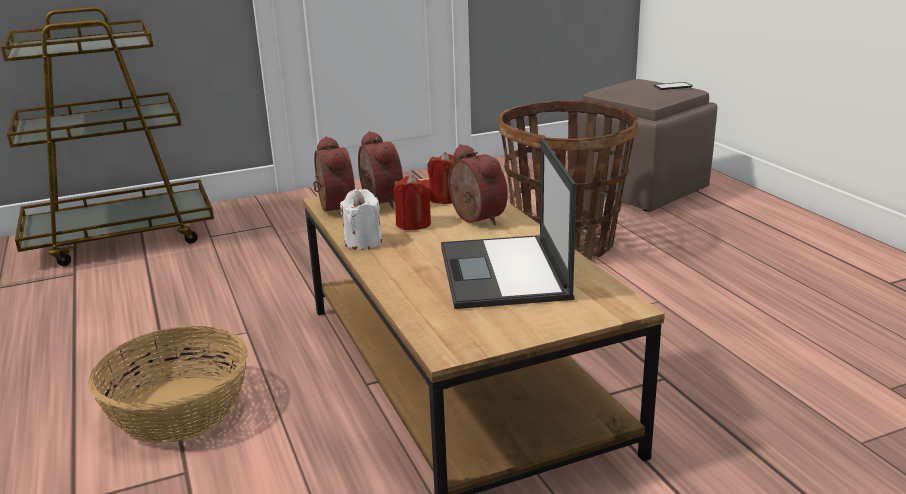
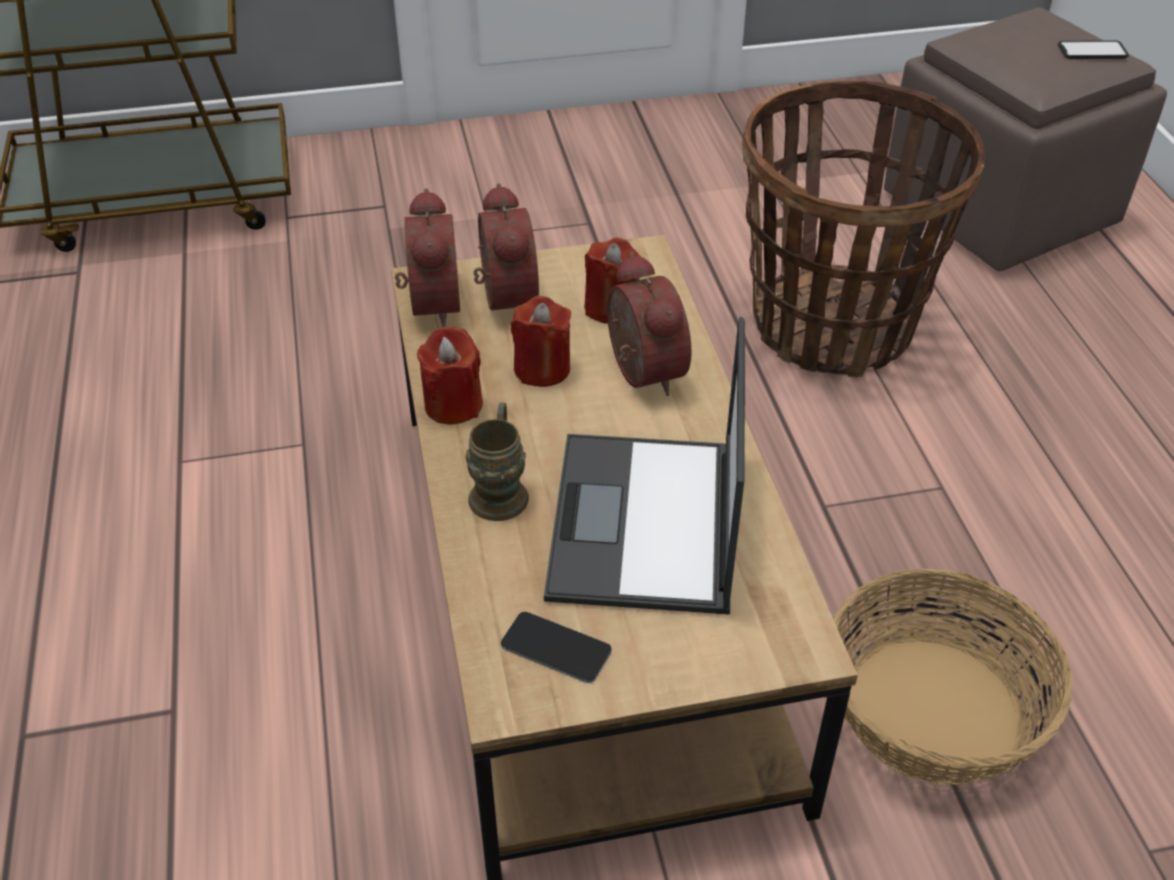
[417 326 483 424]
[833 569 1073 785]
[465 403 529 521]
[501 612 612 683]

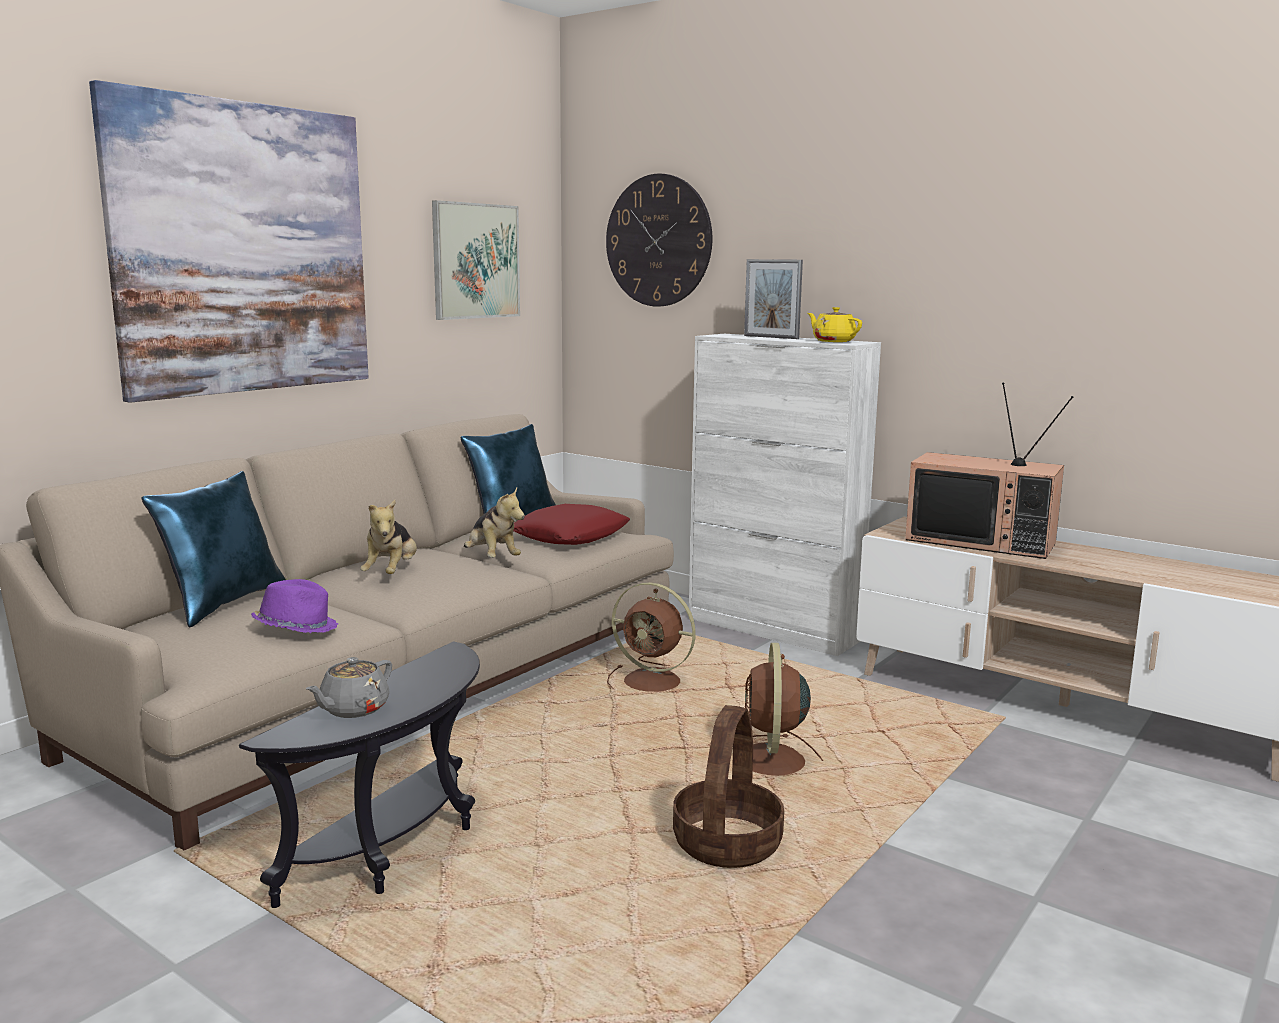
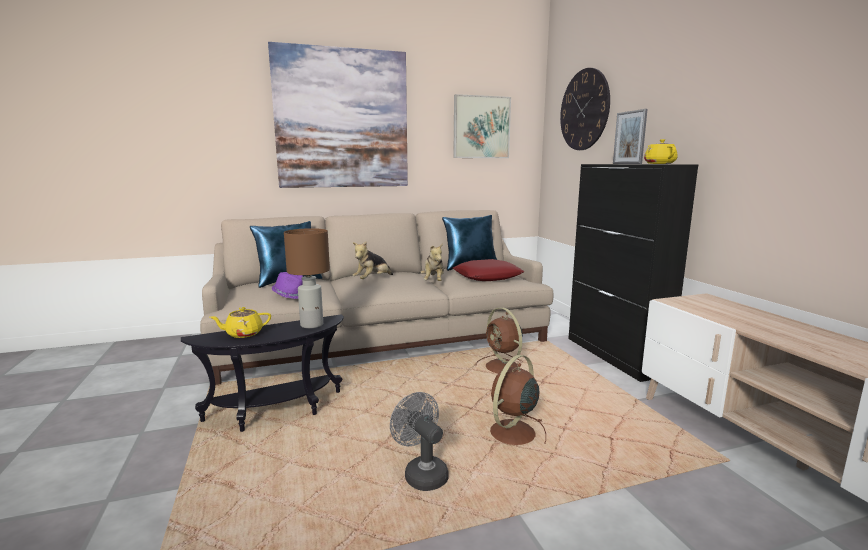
[568 164 698 382]
[905 382 1073 559] (first image)
[210 307 271 338]
[390 392 449 491]
[284 228 330 328]

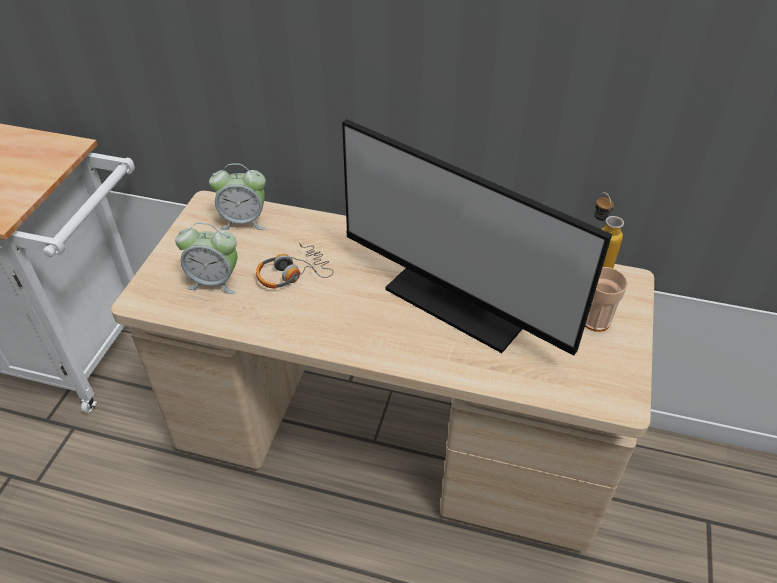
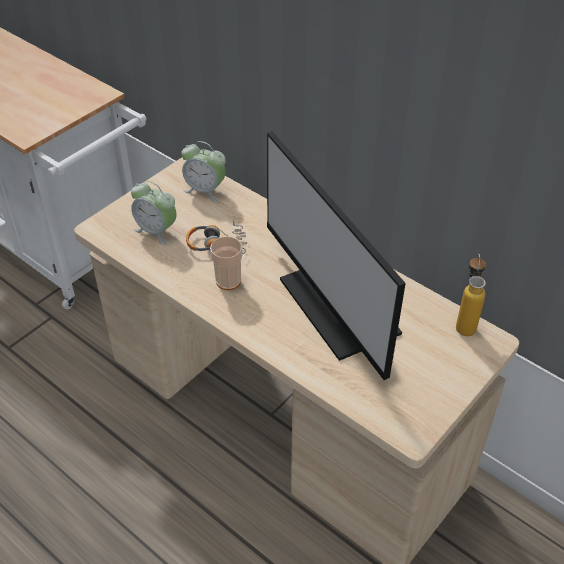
[210 236 242 290]

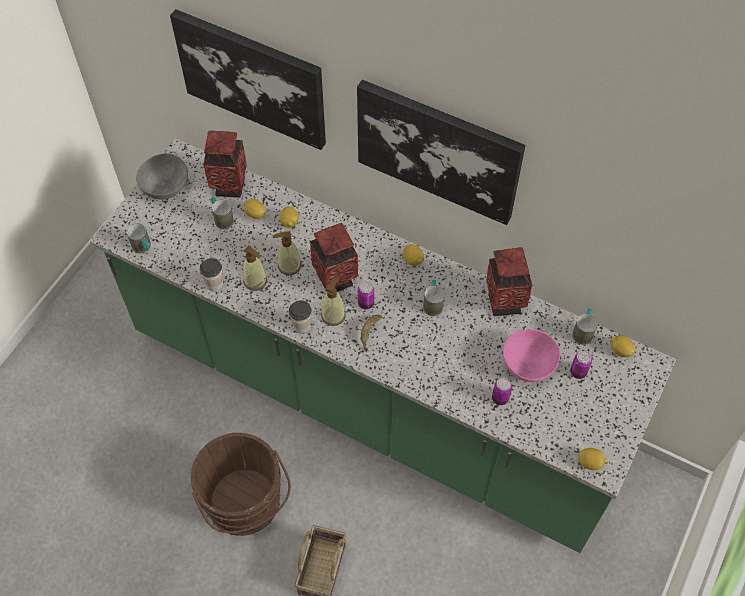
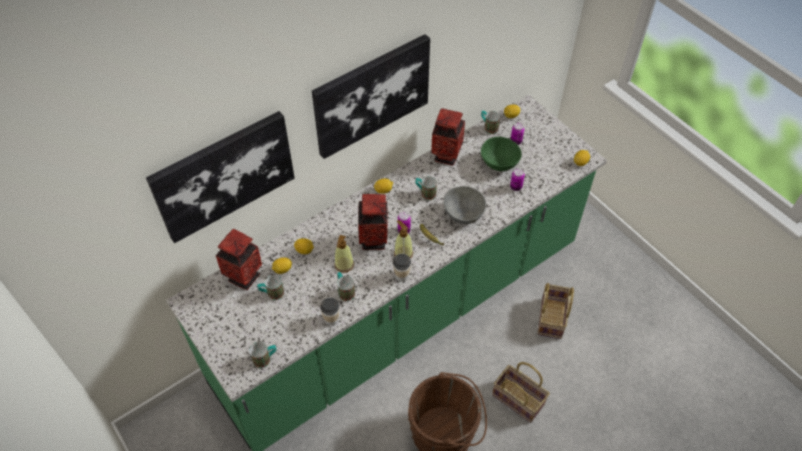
[443 186 486 224]
[337 272 355 301]
[481 137 522 171]
[538 283 574 339]

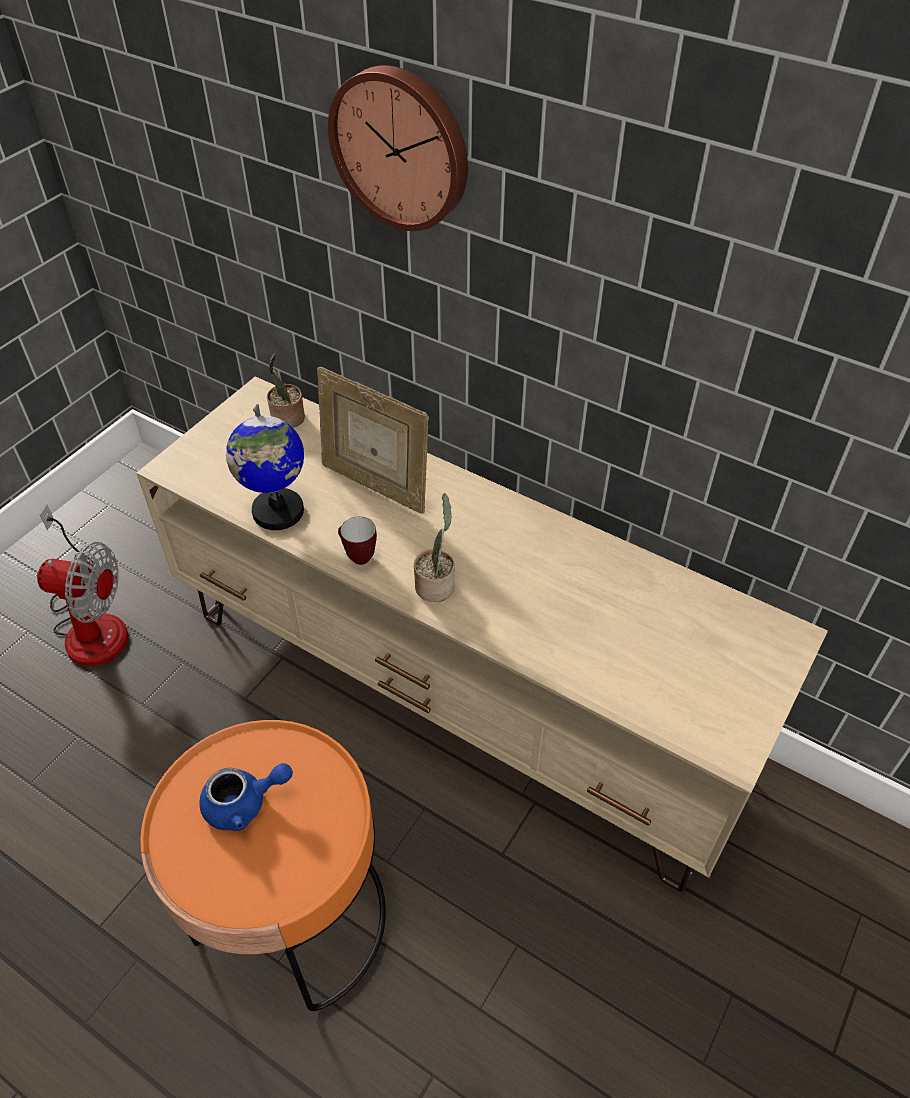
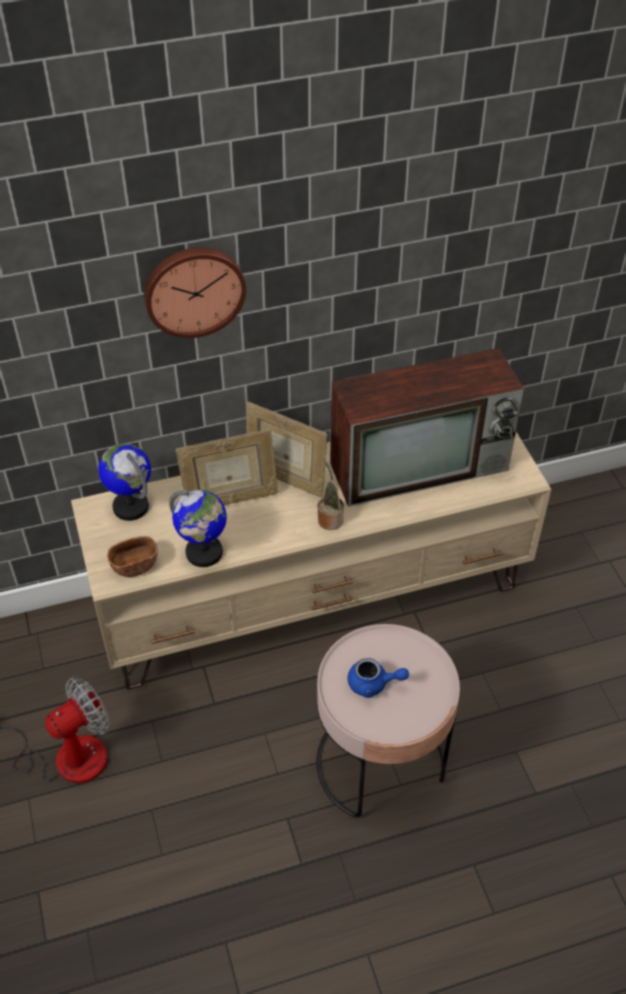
[98 444 151 521]
[338 517 377 565] (first image)
[316 624 460 817]
[347 658 409 698]
[330 348 524 506]
[246 402 328 498]
[107 536 158 577]

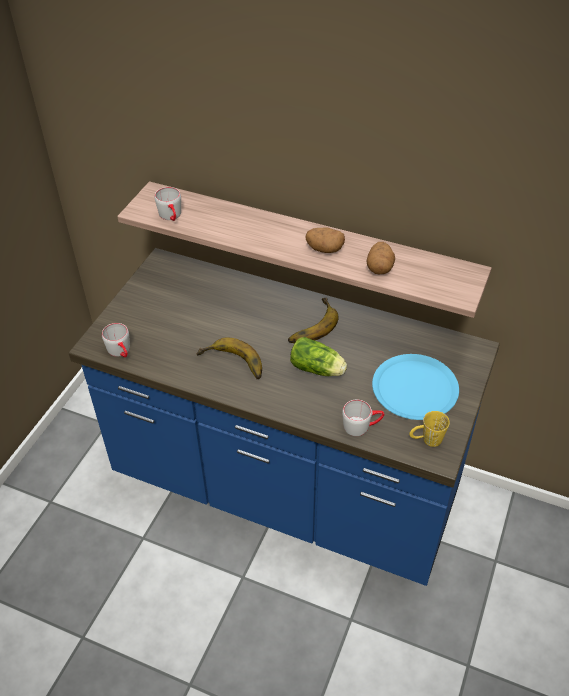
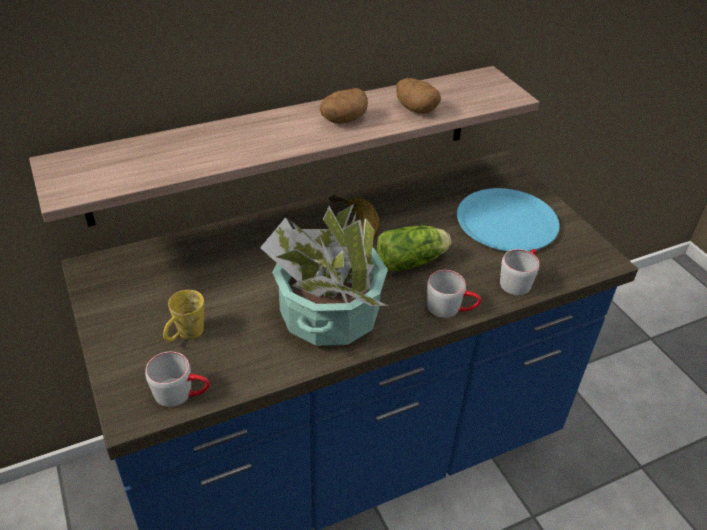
[427 270 481 318]
[260 204 388 346]
[163 290 204 342]

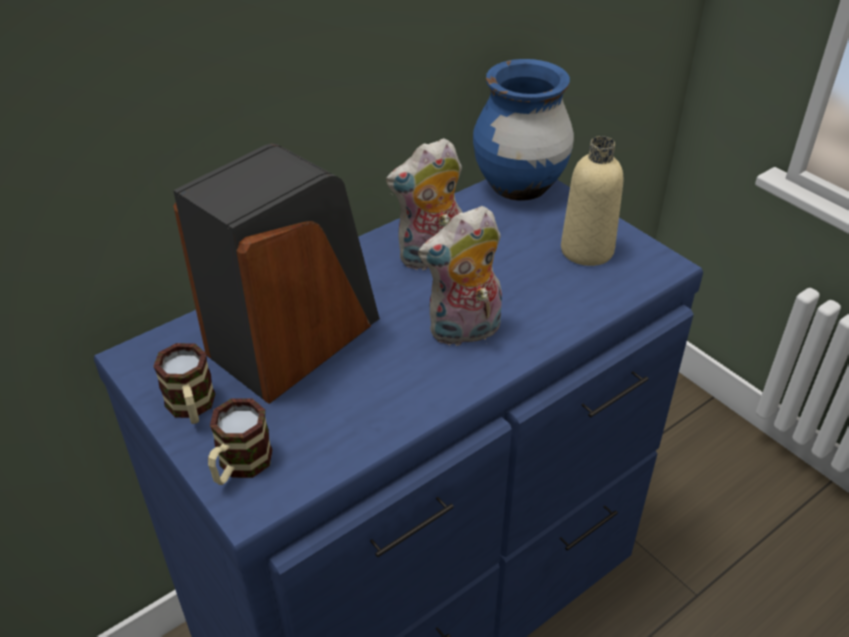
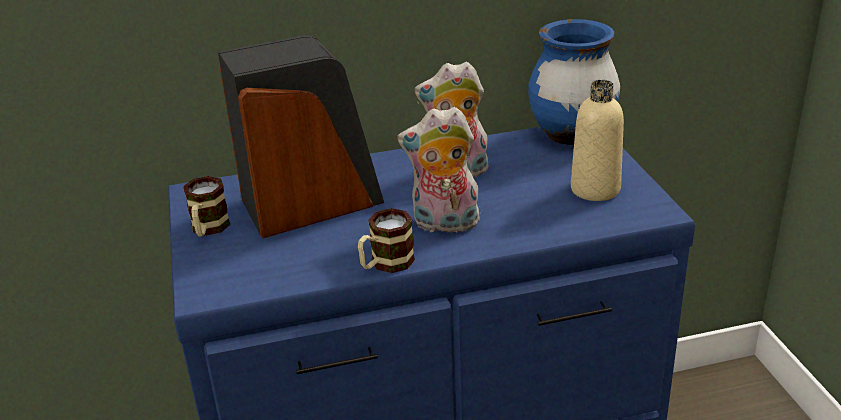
[358 208 415 273]

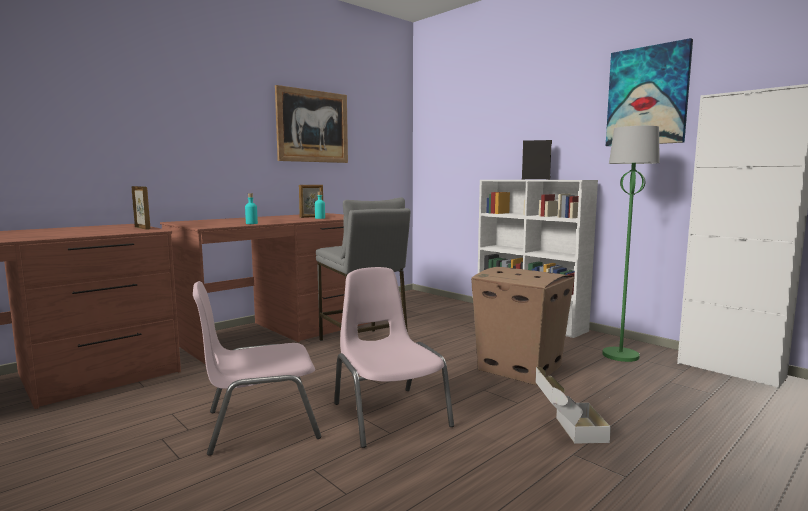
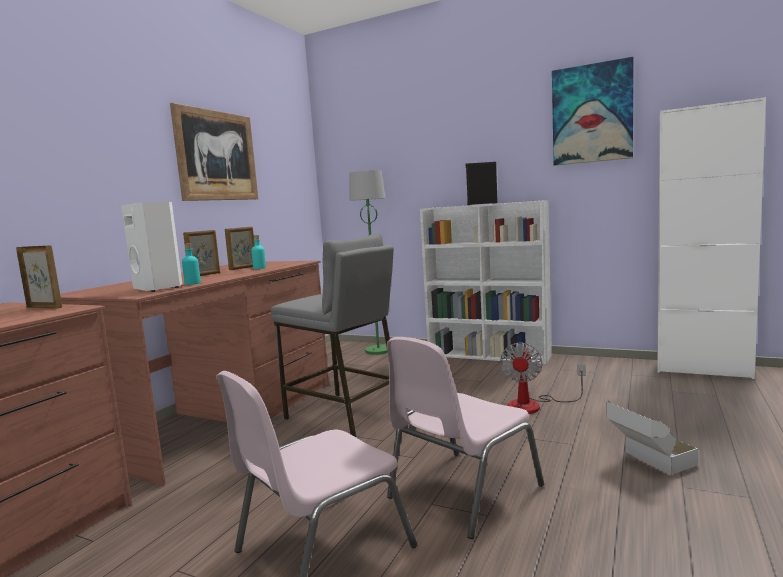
[349 170 388 355]
[387 337 544 539]
[500 342 586 414]
[121 202 182 292]
[183 230 220 276]

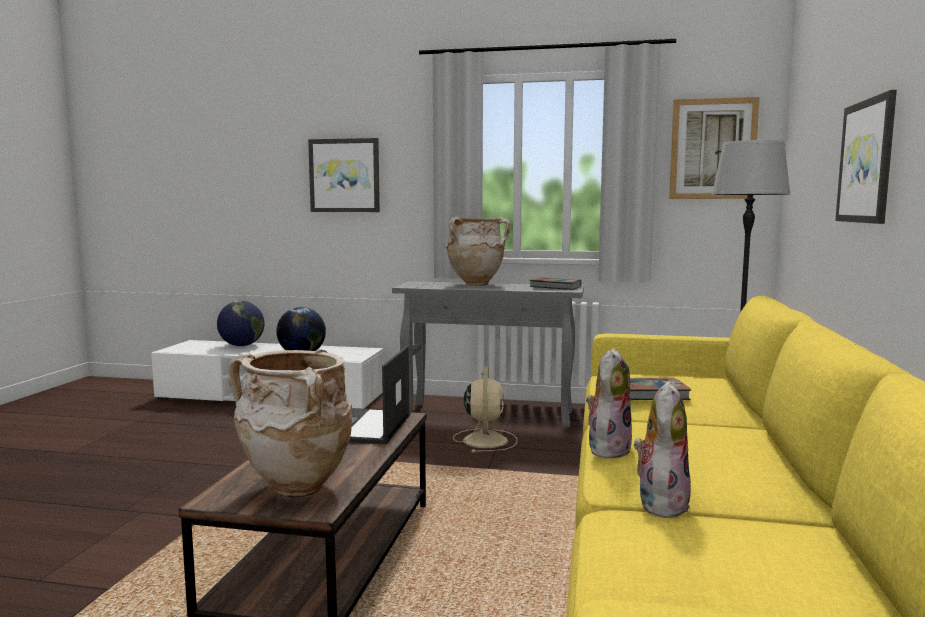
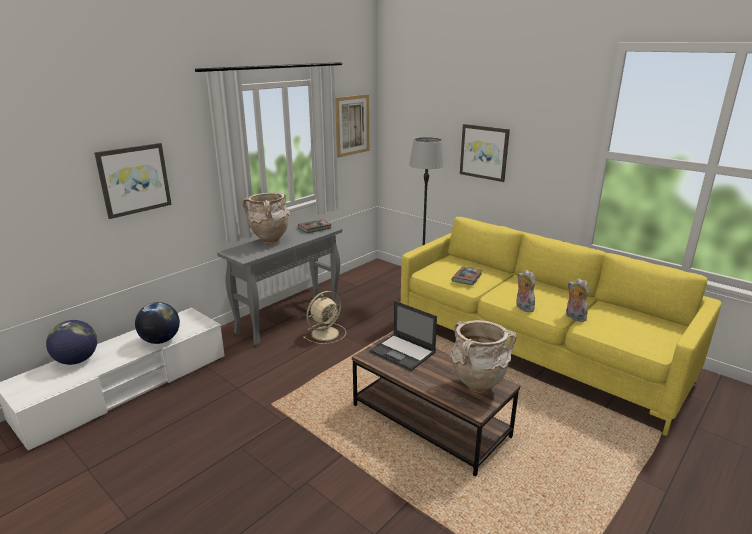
[303 291 346 344]

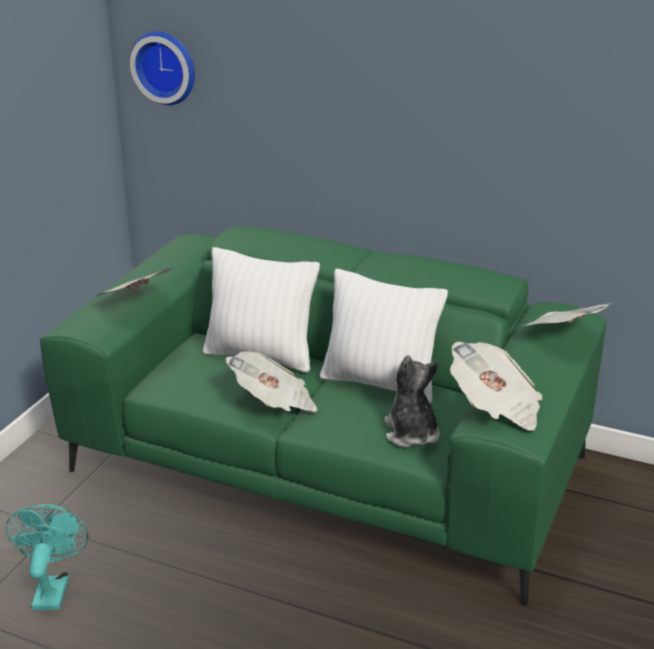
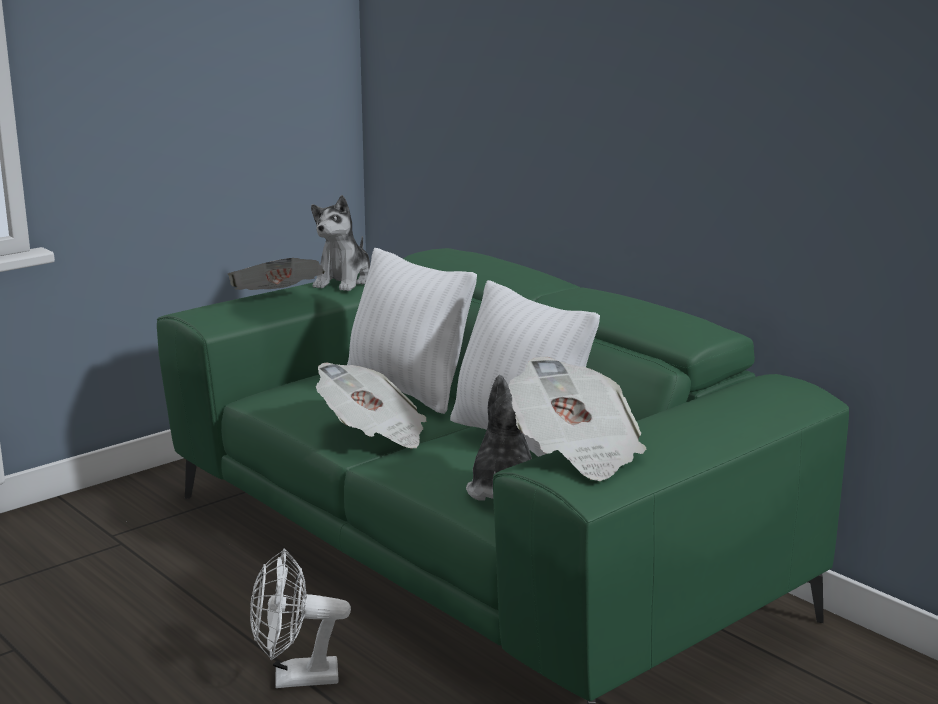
[130 31 195 105] (first image)
[522 303 612 326] (first image)
[6 504 88 610] (first image)
[311 195 370 291]
[250 549 351 688]

